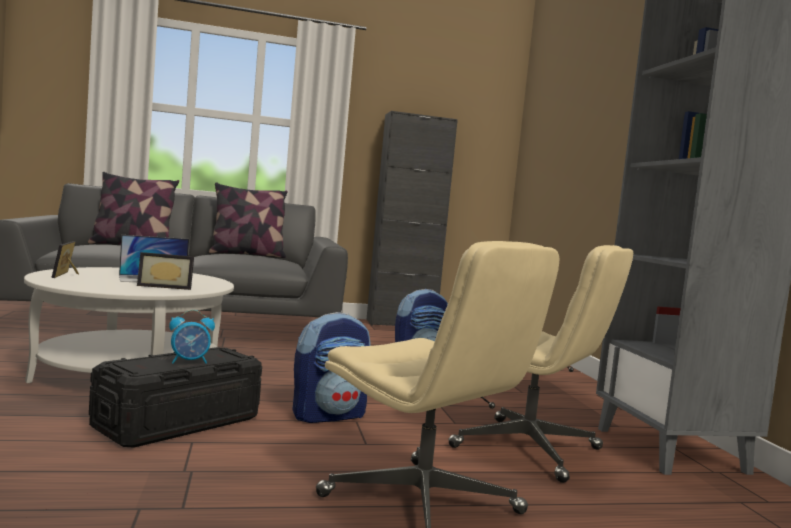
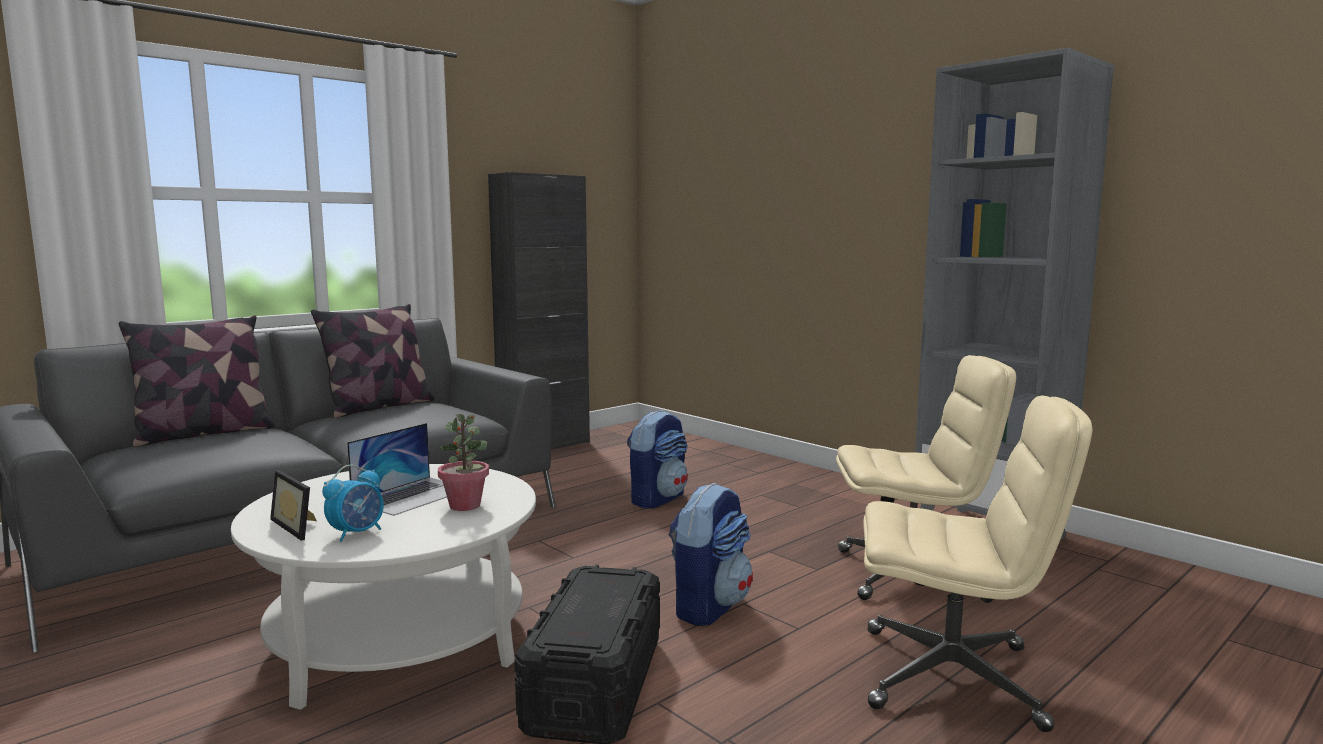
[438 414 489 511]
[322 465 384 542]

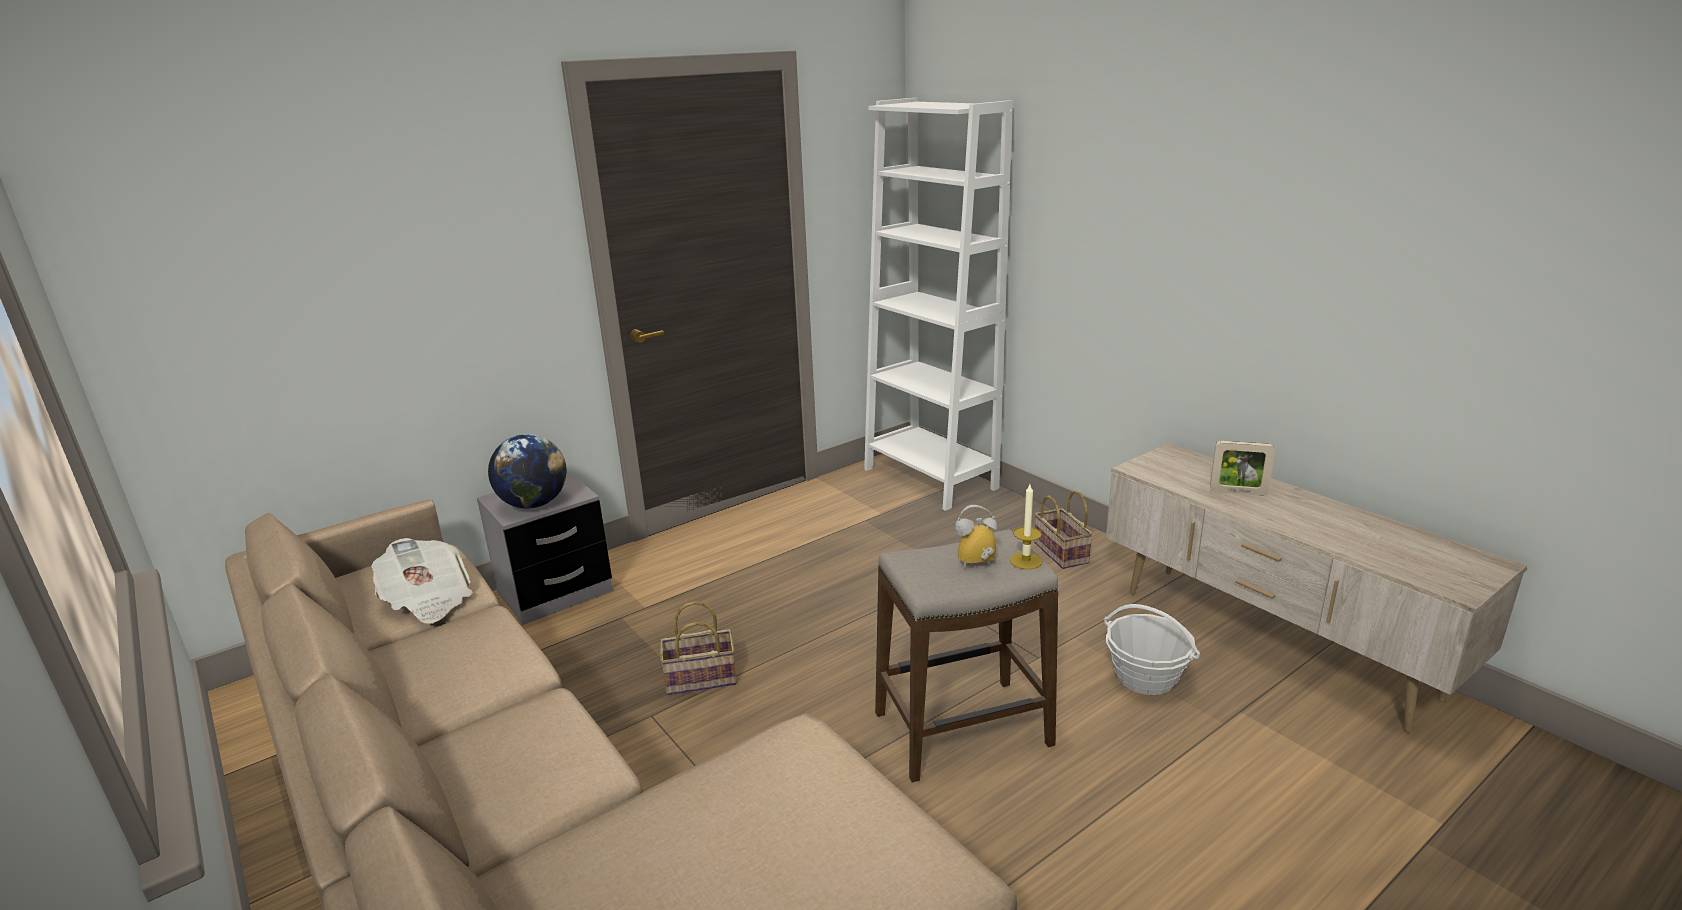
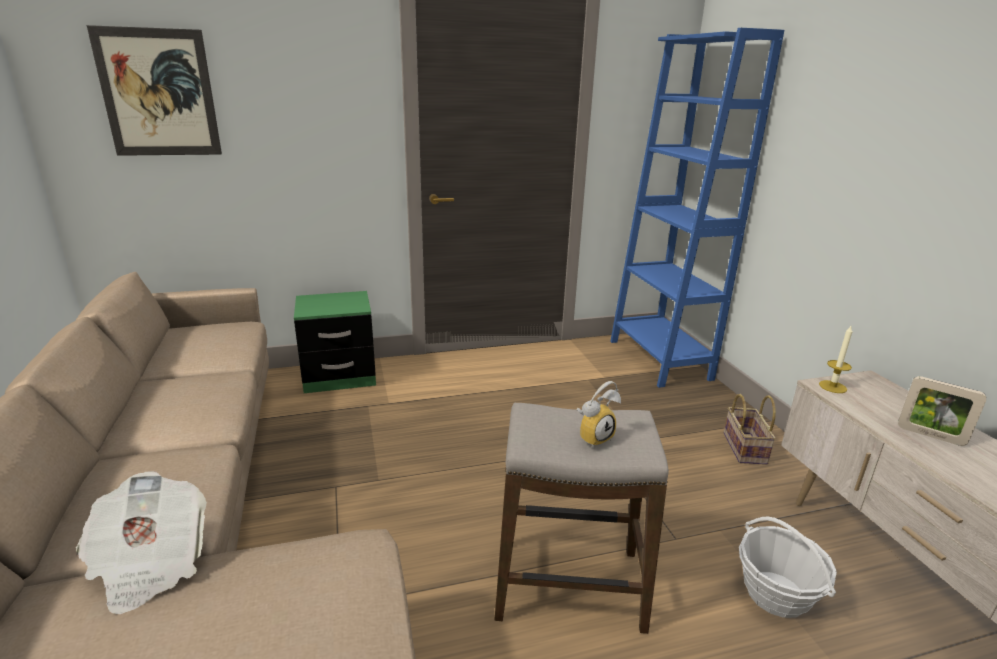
[610 28 784 388]
[488 434 567 509] (first image)
[294 291 376 393]
[819 326 853 393]
[576 381 621 448]
[76 471 207 615]
[660 601 737 695] (first image)
[86 25 222 156]

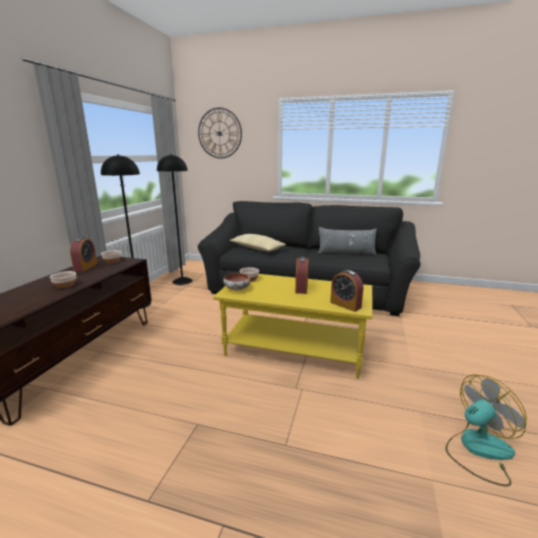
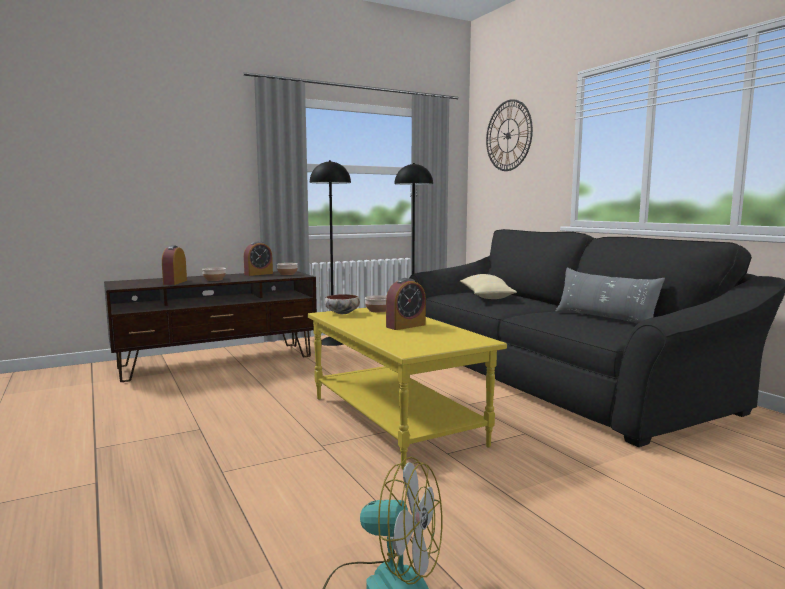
[162 246 187 285]

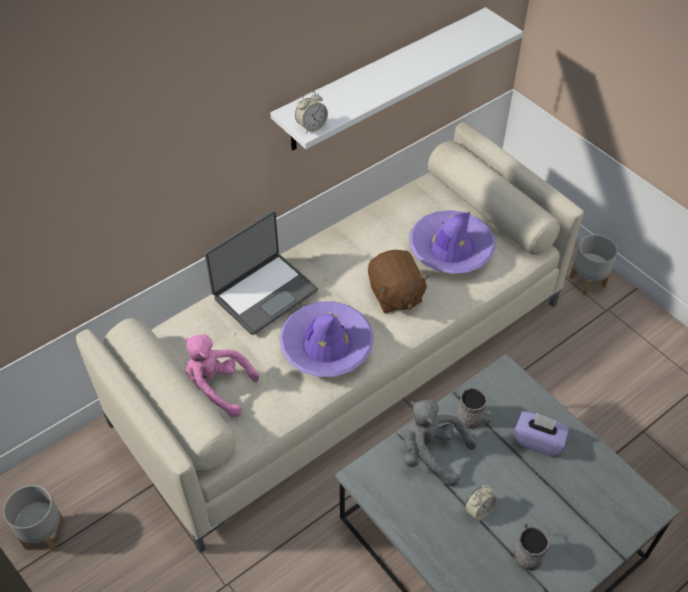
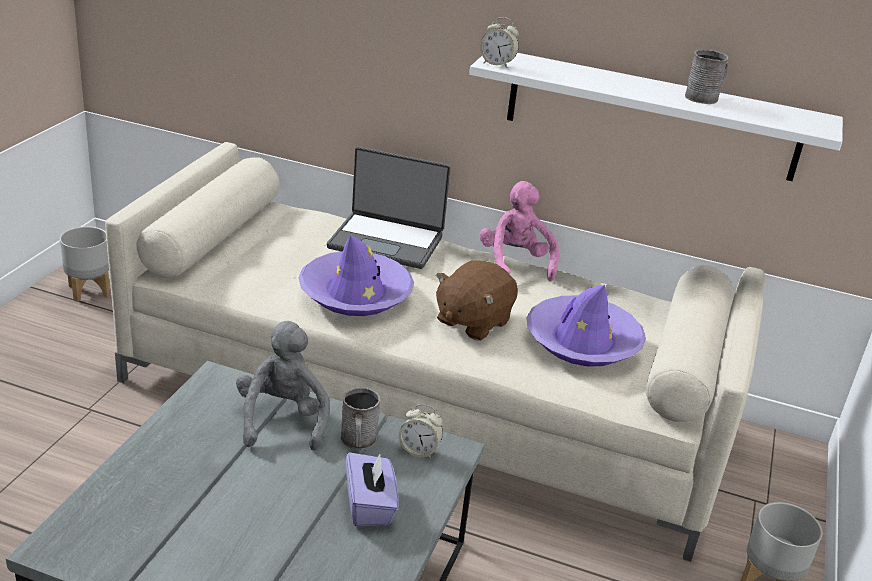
[480 181 559 282]
[399 404 443 459]
[685 49 728 104]

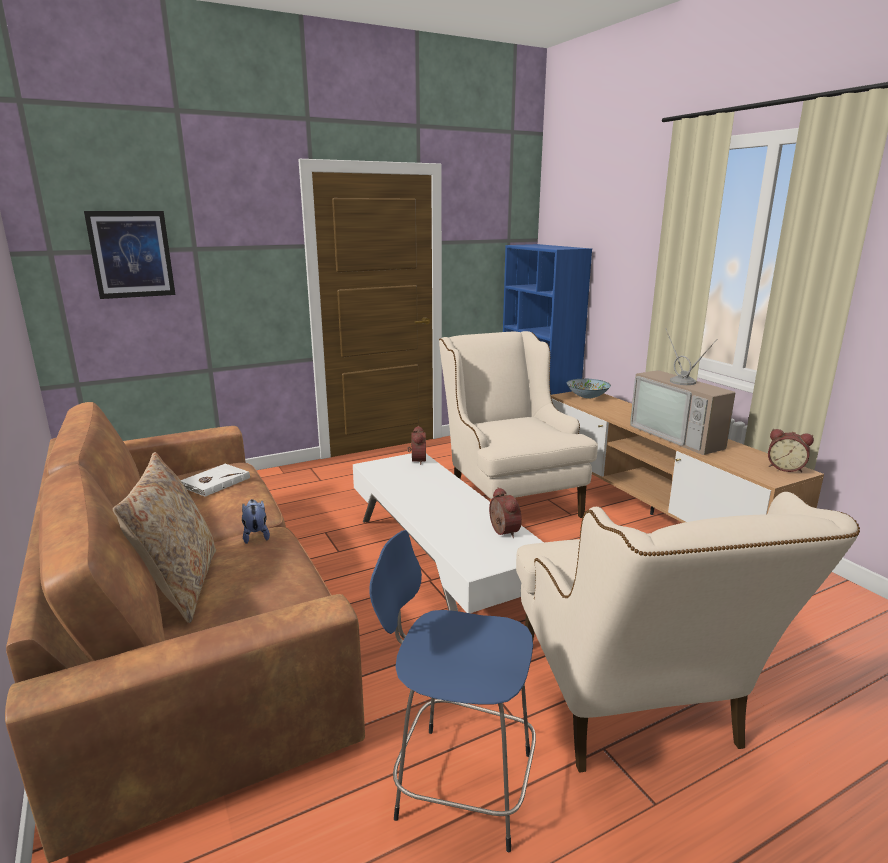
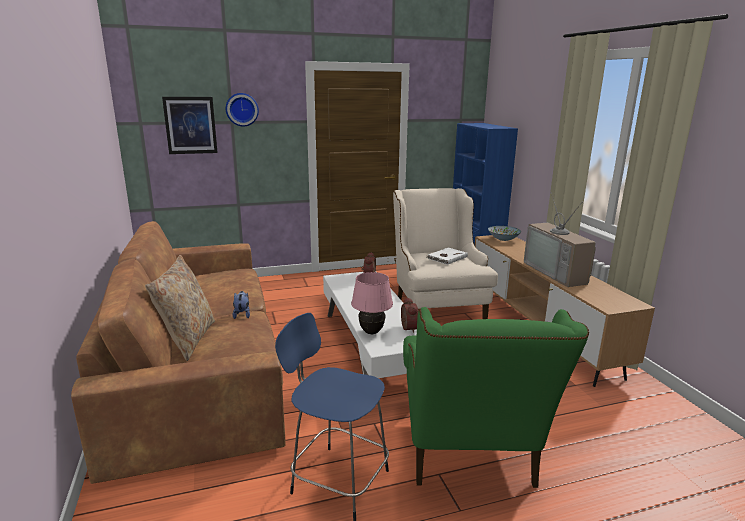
[768 429 814 473] (first image)
[427 247 468 265]
[403 307 589 488]
[226 93 259 127]
[351 272 393 334]

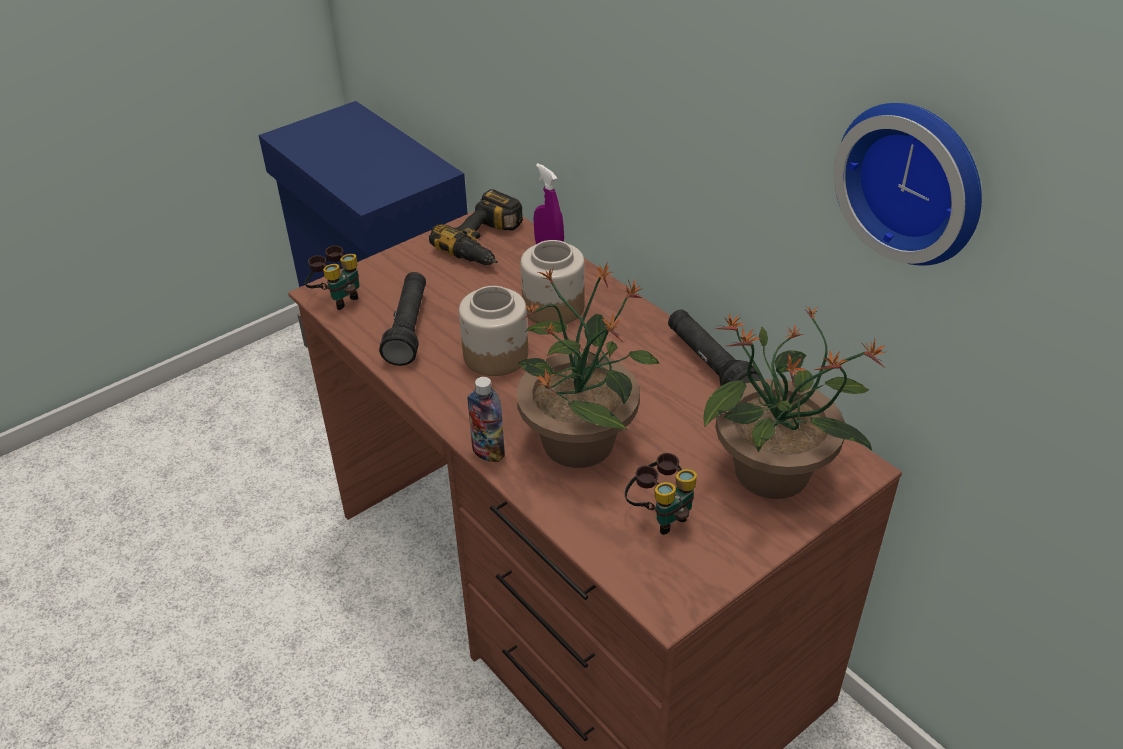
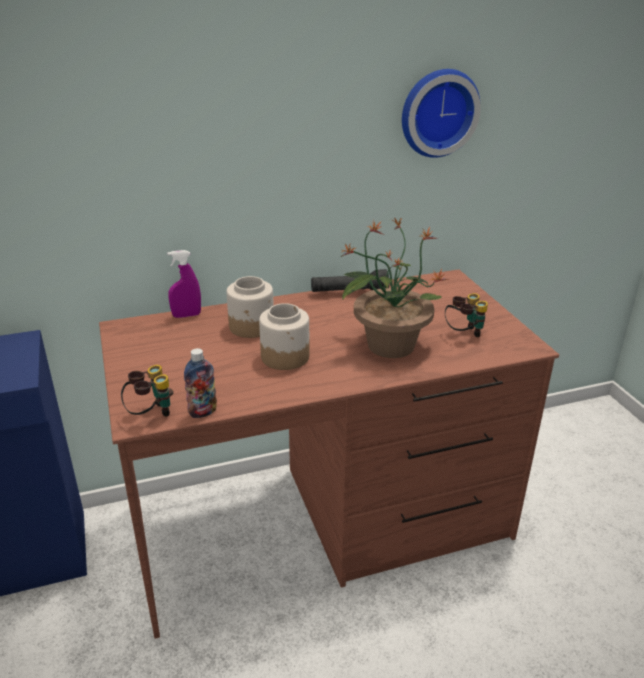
[429 189 523 265] (first image)
[379 272 426 366] (first image)
[703 306 886 499] (first image)
[184 348 217 418]

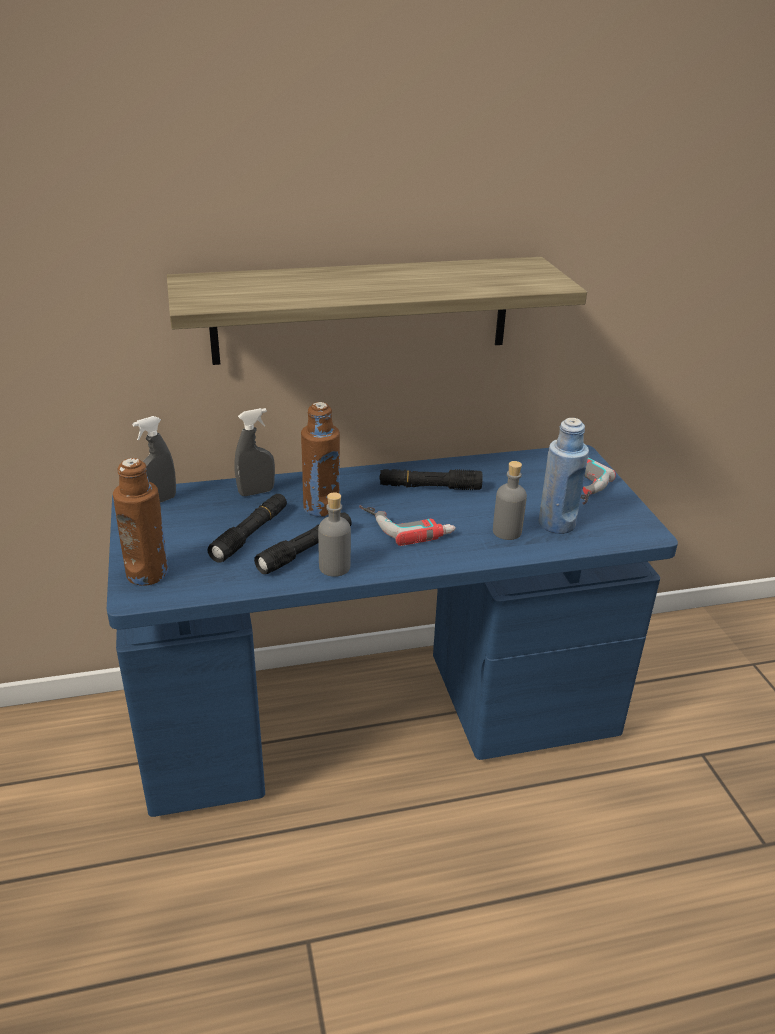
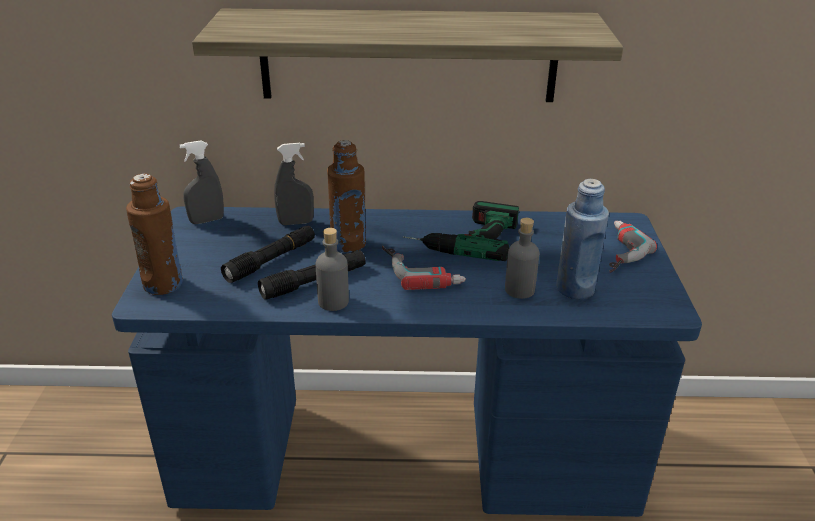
[403 201 519 261]

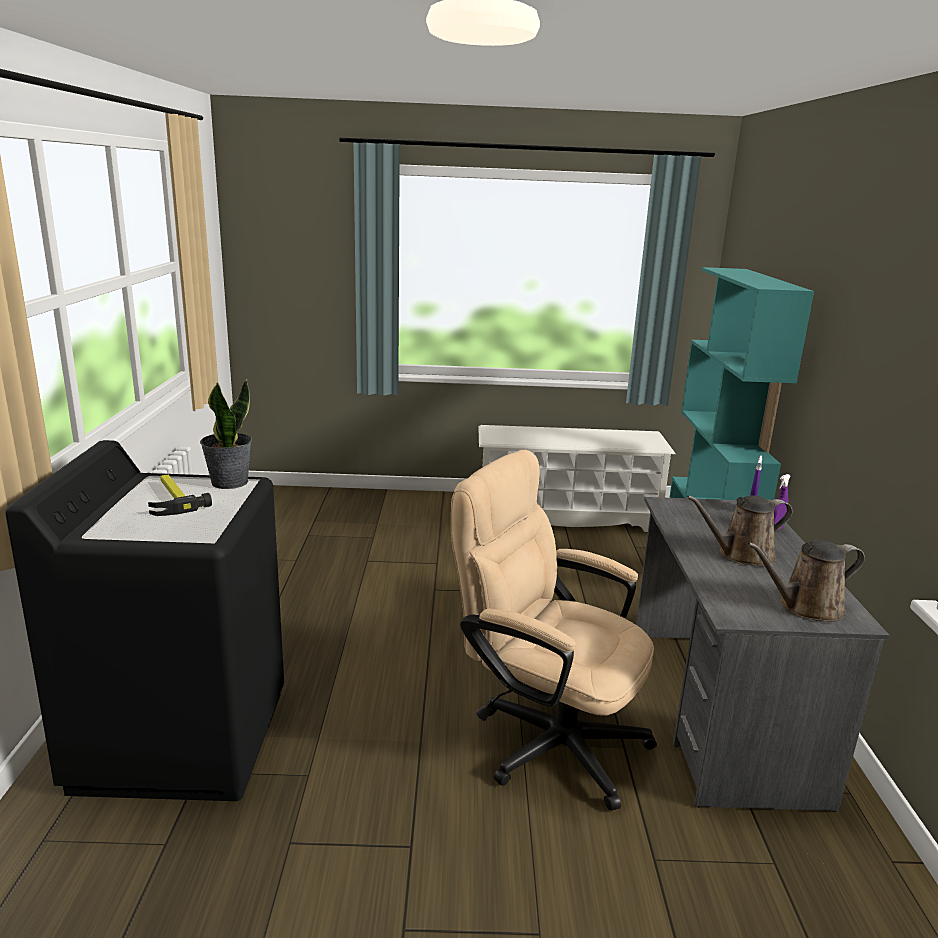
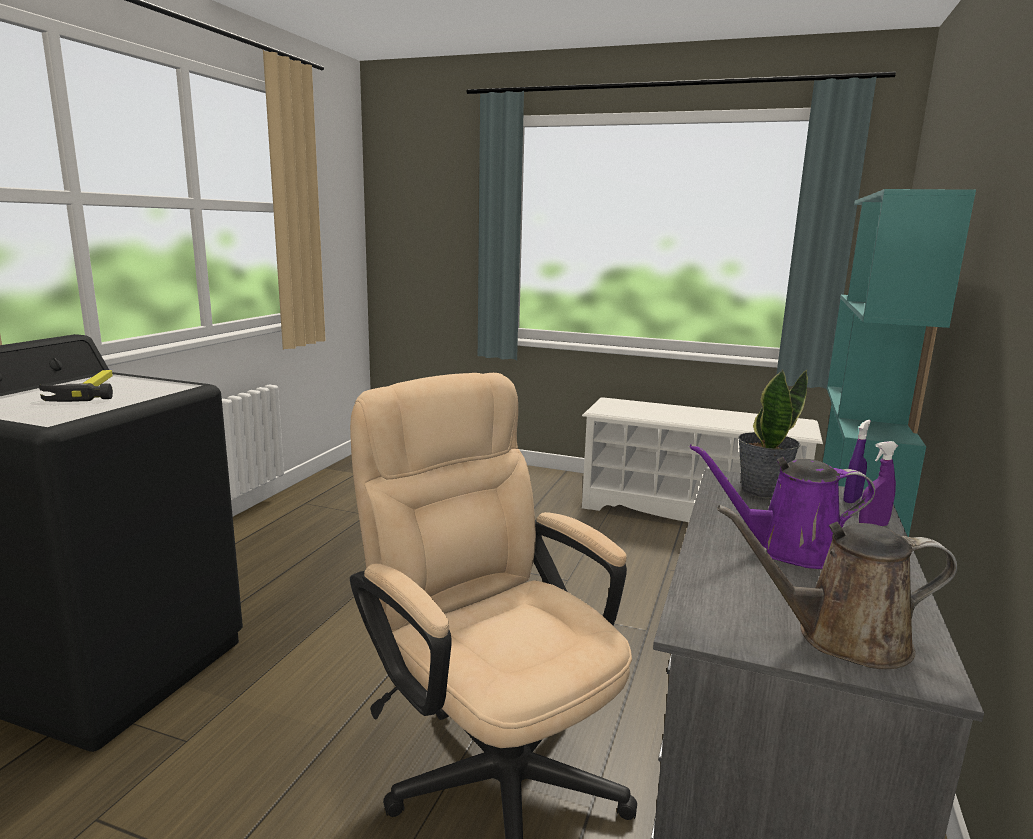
[738 369 808 499]
[690 444 875 569]

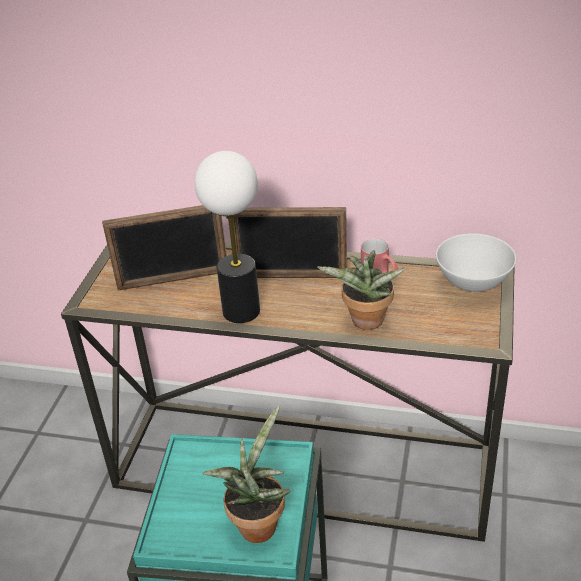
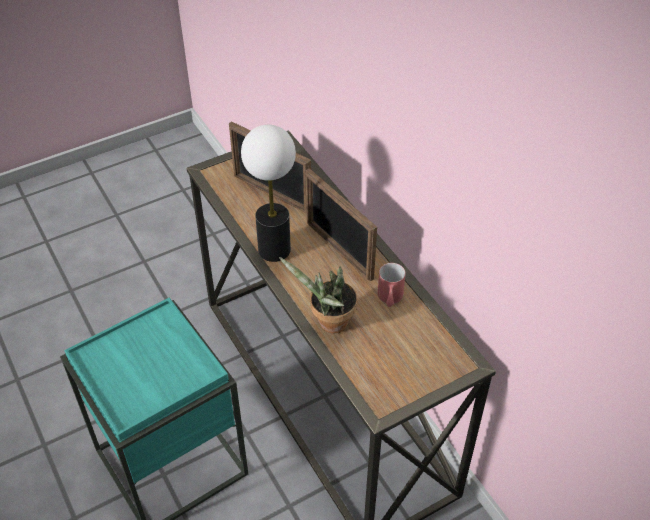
[436 233 516 292] (first image)
[202 405 290 543] (first image)

